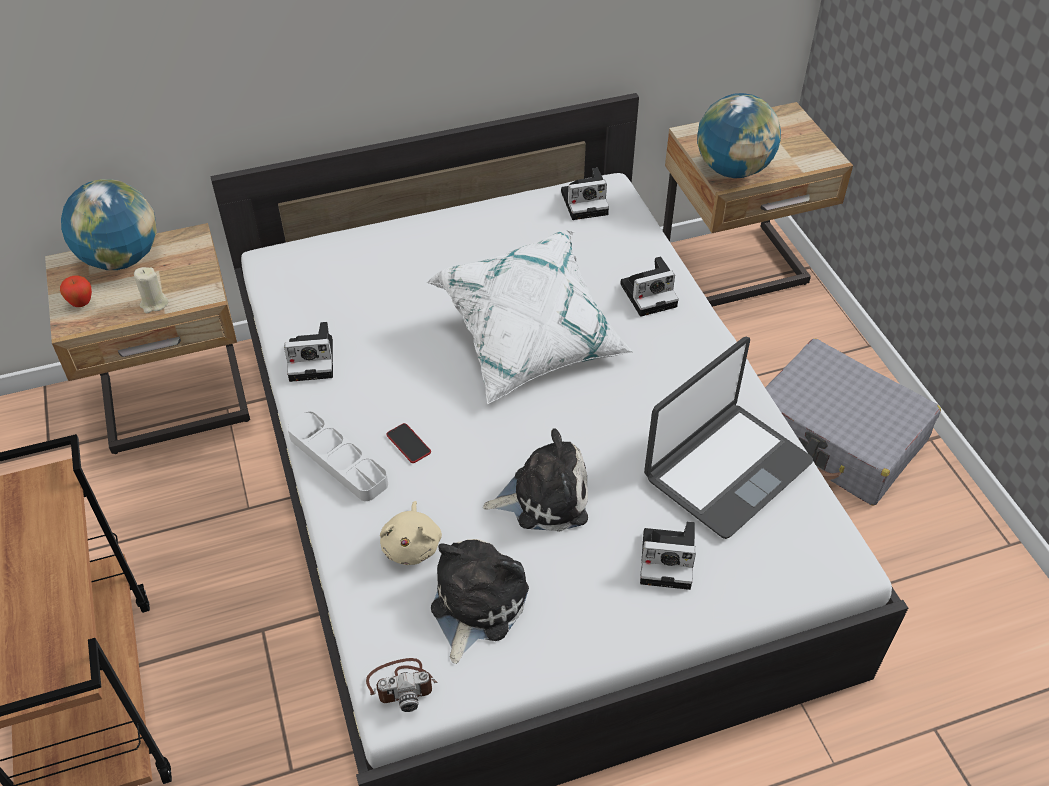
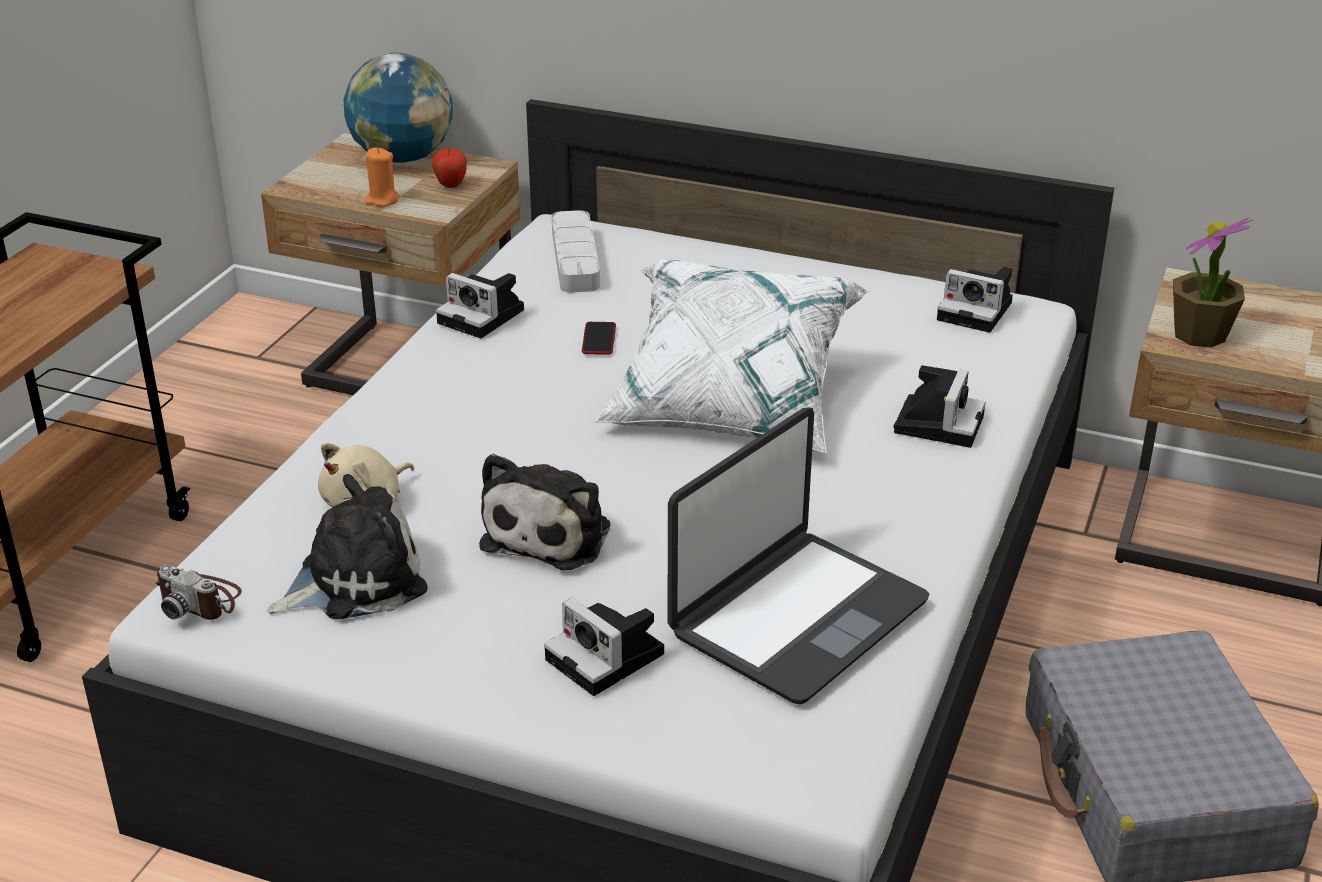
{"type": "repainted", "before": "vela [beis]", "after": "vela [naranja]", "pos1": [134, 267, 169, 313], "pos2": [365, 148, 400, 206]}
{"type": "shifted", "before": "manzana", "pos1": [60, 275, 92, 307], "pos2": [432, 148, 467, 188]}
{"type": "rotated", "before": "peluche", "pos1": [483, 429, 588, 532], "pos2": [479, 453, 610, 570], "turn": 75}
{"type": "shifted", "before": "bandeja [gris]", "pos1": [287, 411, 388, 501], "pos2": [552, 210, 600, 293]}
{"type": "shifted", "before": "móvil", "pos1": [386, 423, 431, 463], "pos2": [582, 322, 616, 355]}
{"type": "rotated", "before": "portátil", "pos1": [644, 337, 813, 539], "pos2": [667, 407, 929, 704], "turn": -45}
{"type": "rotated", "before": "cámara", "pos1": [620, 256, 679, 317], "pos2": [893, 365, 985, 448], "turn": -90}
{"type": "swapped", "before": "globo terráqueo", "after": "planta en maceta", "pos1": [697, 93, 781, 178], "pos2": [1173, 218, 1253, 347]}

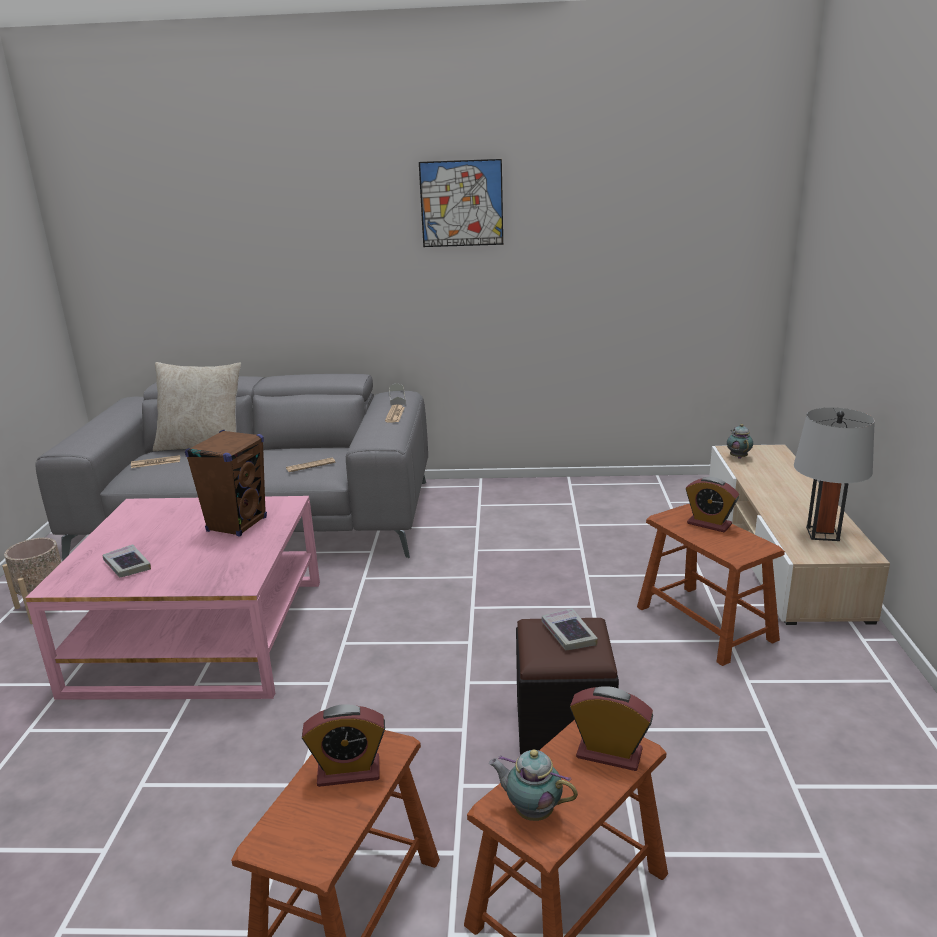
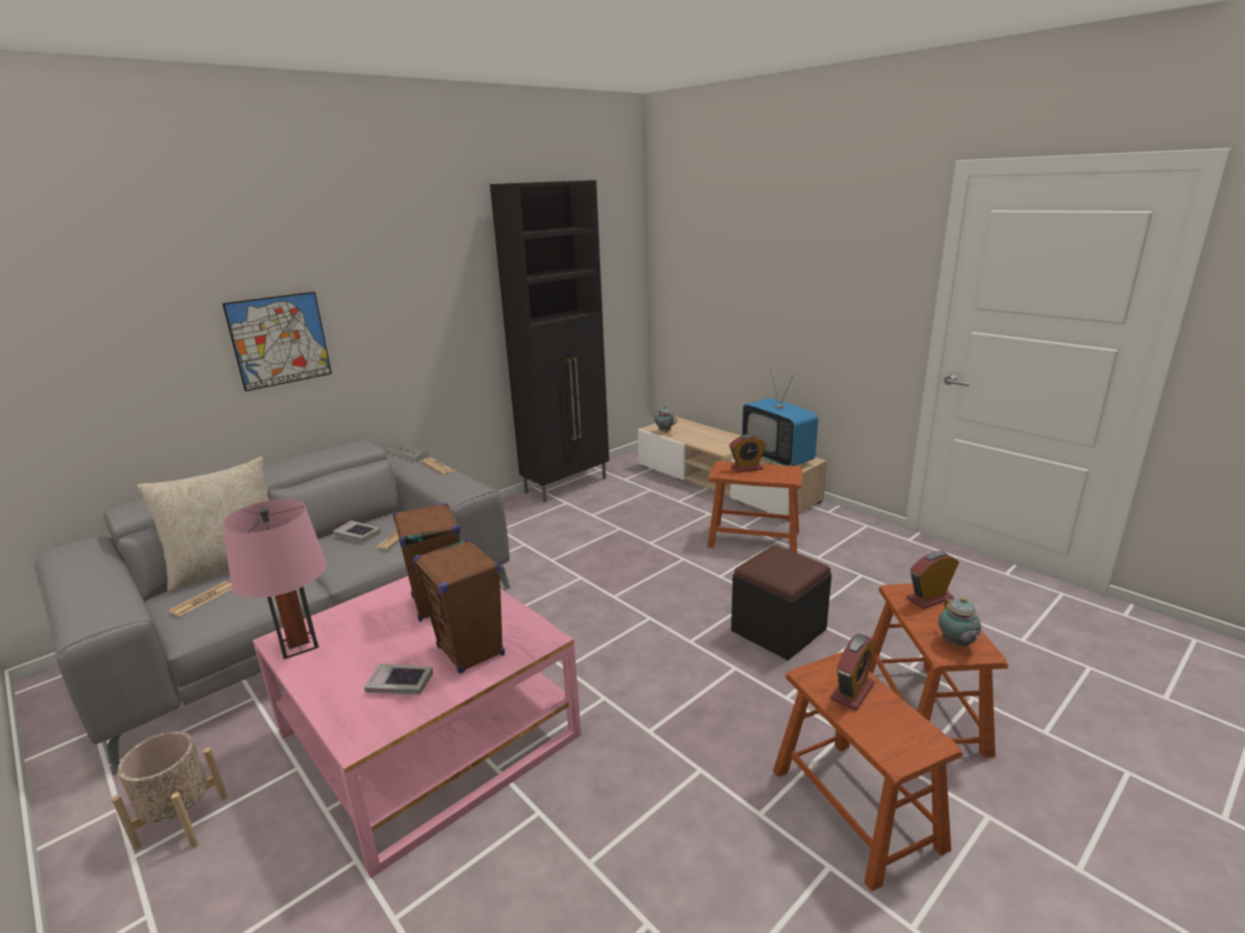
{"type": "shifted", "before": "cuadro", "pos1": [419, 159, 503, 247], "pos2": [222, 292, 332, 392]}
{"type": "new", "after": "lámpara de mesa [rosa]", "pos2": [222, 499, 327, 659]}
{"type": "shifted", "before": "libro", "pos1": [541, 608, 598, 650], "pos2": [333, 520, 381, 542]}
{"type": "new", "after": "altavoz [marrón]", "pos2": [413, 539, 505, 674]}
{"type": "new", "after": "armario [negro]", "pos2": [490, 180, 609, 503]}
{"type": "swapped", "before": "lámpara de mesa [gris]", "after": "televisor", "pos1": [794, 408, 875, 541], "pos2": [742, 369, 818, 466]}
{"type": "rotated", "before": "tetera", "pos1": [489, 750, 578, 821], "pos2": [938, 596, 981, 646], "turn": -75}

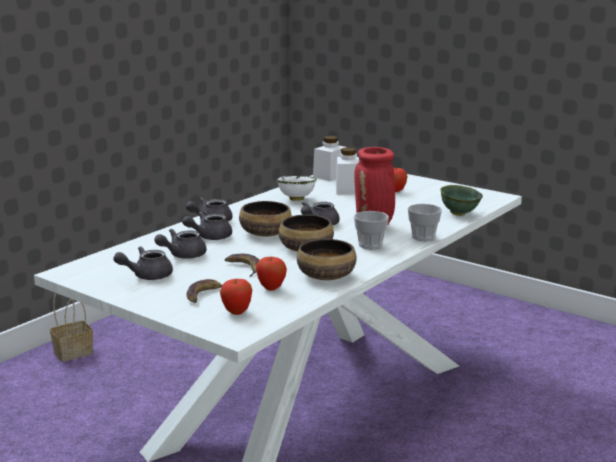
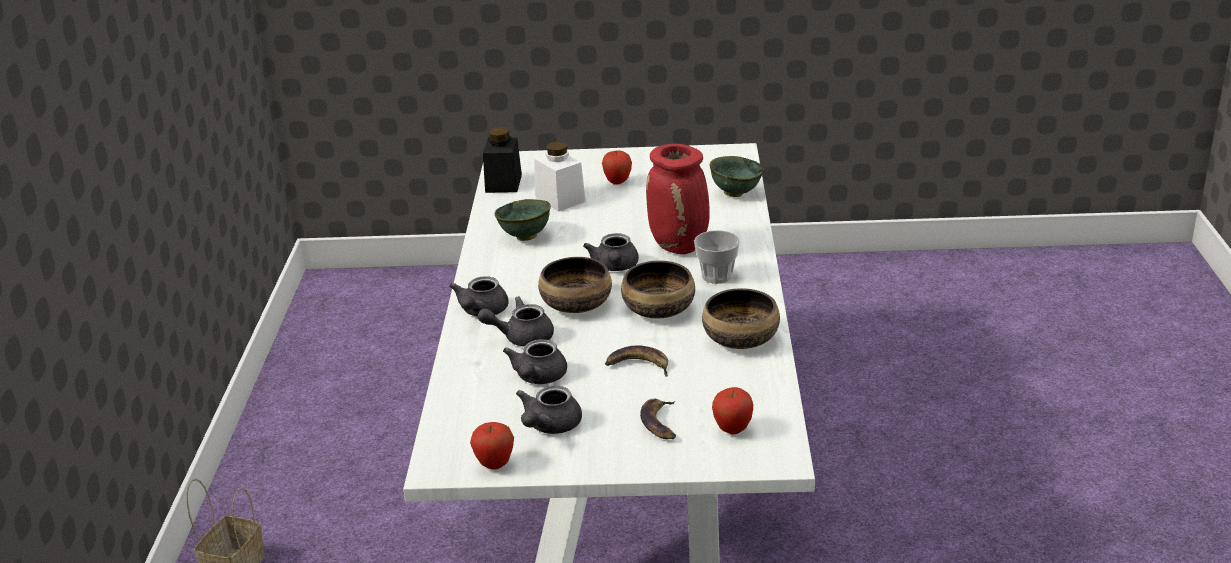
{"type": "shifted", "before": "manzana", "pos1": [256, 257, 287, 291], "pos2": [470, 422, 514, 470]}
{"type": "rotated", "before": "tetera [gris]", "pos1": [182, 212, 232, 240], "pos2": [477, 296, 554, 347], "turn": 60}
{"type": "repainted", "before": "tarro [blanco]", "after": "tarro [negro]", "pos1": [313, 136, 347, 181], "pos2": [483, 127, 522, 193]}
{"type": "repainted", "before": "cuenco [blanco]", "after": "cuenco [verde]", "pos1": [276, 176, 317, 201], "pos2": [495, 199, 551, 241]}
{"type": "gone", "before": "taza", "pos1": [408, 204, 442, 241]}

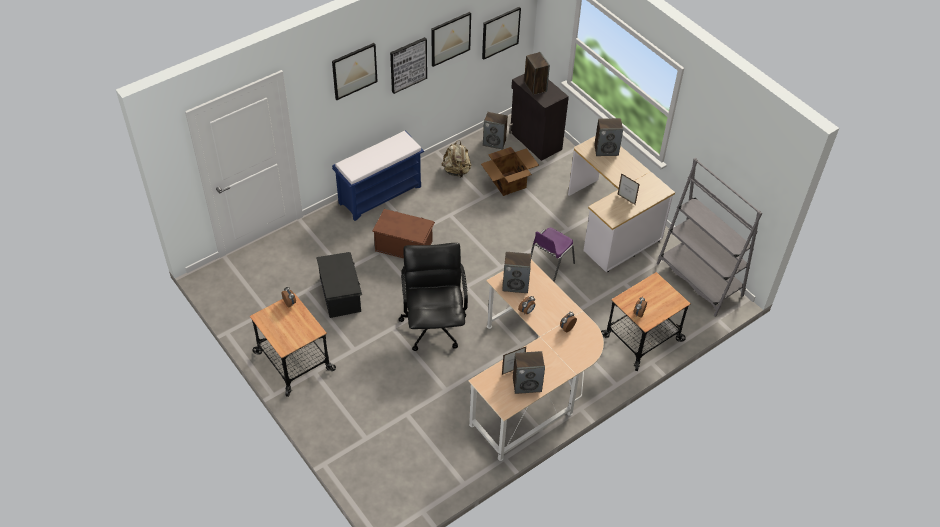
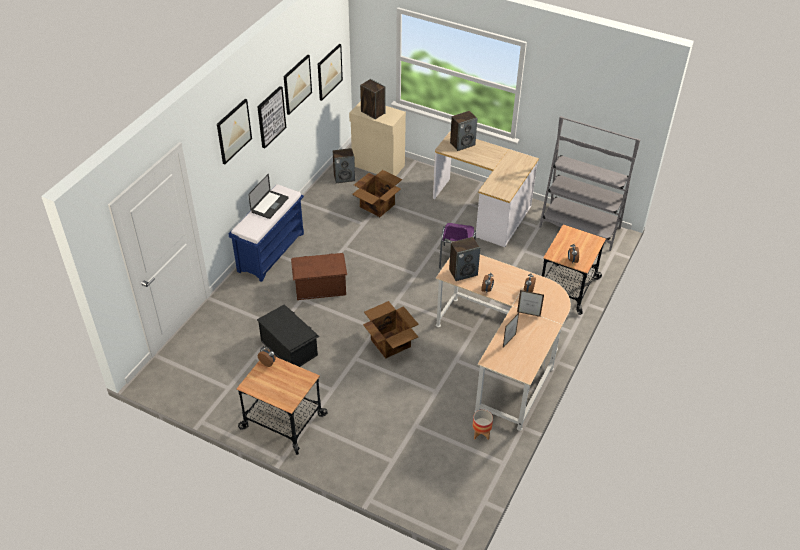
{"type": "new", "after": "portátil", "pos2": [248, 174, 289, 219]}
{"type": "repainted", "before": "armario [negro]", "after": "armario [beis]", "pos1": [509, 74, 569, 161], "pos2": [349, 101, 406, 176]}
{"type": "swapped", "before": "silla de oficina [negro]", "after": "caja de cartón", "pos1": [398, 243, 468, 351], "pos2": [363, 301, 419, 359]}
{"type": "new", "after": "maceta", "pos2": [473, 410, 493, 440]}
{"type": "shifted", "before": "portarretratos", "pos1": [618, 173, 640, 205], "pos2": [517, 290, 544, 317]}
{"type": "gone", "before": "mochila [beis]", "pos1": [441, 140, 471, 178]}
{"type": "gone", "before": "altavoz", "pos1": [513, 351, 545, 394]}

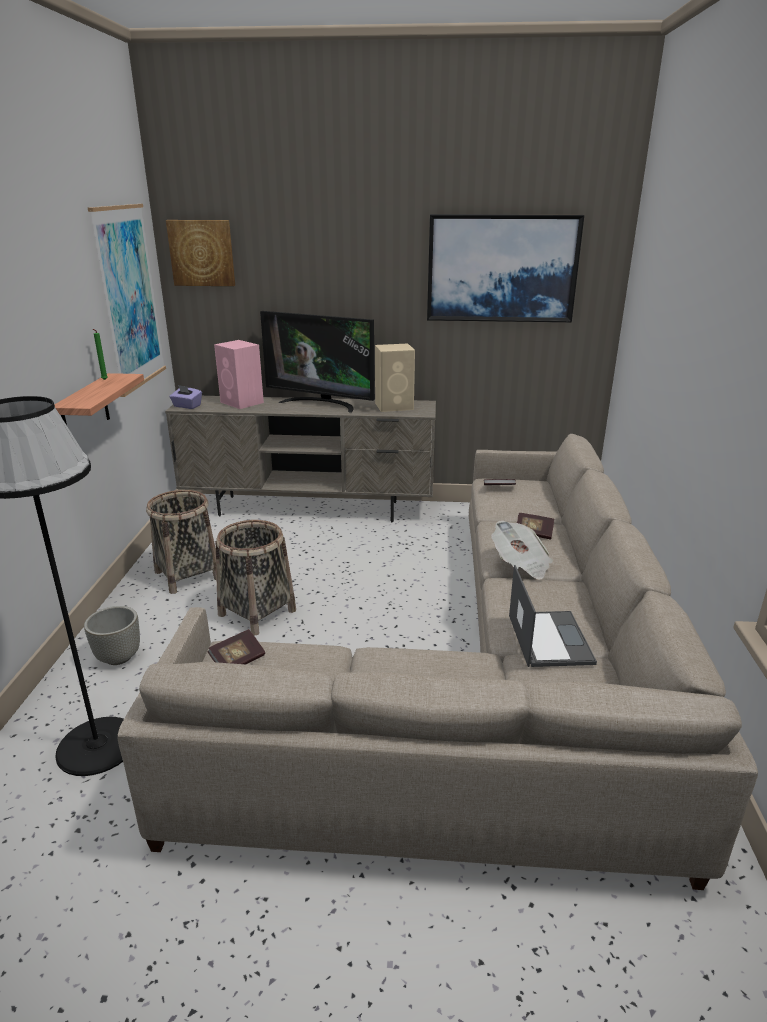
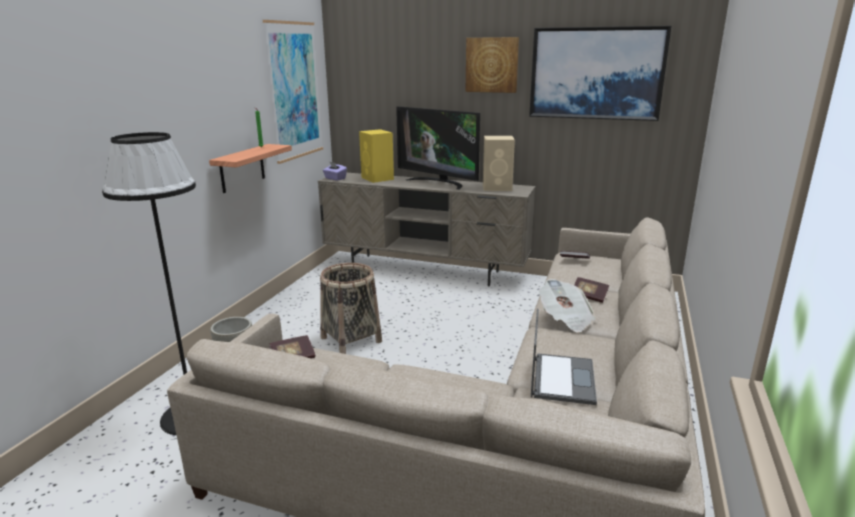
{"type": "repainted", "before": "altavoz [rosa]", "after": "altavoz [amarillo]", "pos1": [214, 340, 264, 409], "pos2": [359, 129, 394, 183]}
{"type": "shifted", "before": "cuadro", "pos1": [166, 220, 235, 286], "pos2": [466, 37, 519, 93]}
{"type": "gone", "before": "cesta", "pos1": [146, 490, 217, 594]}

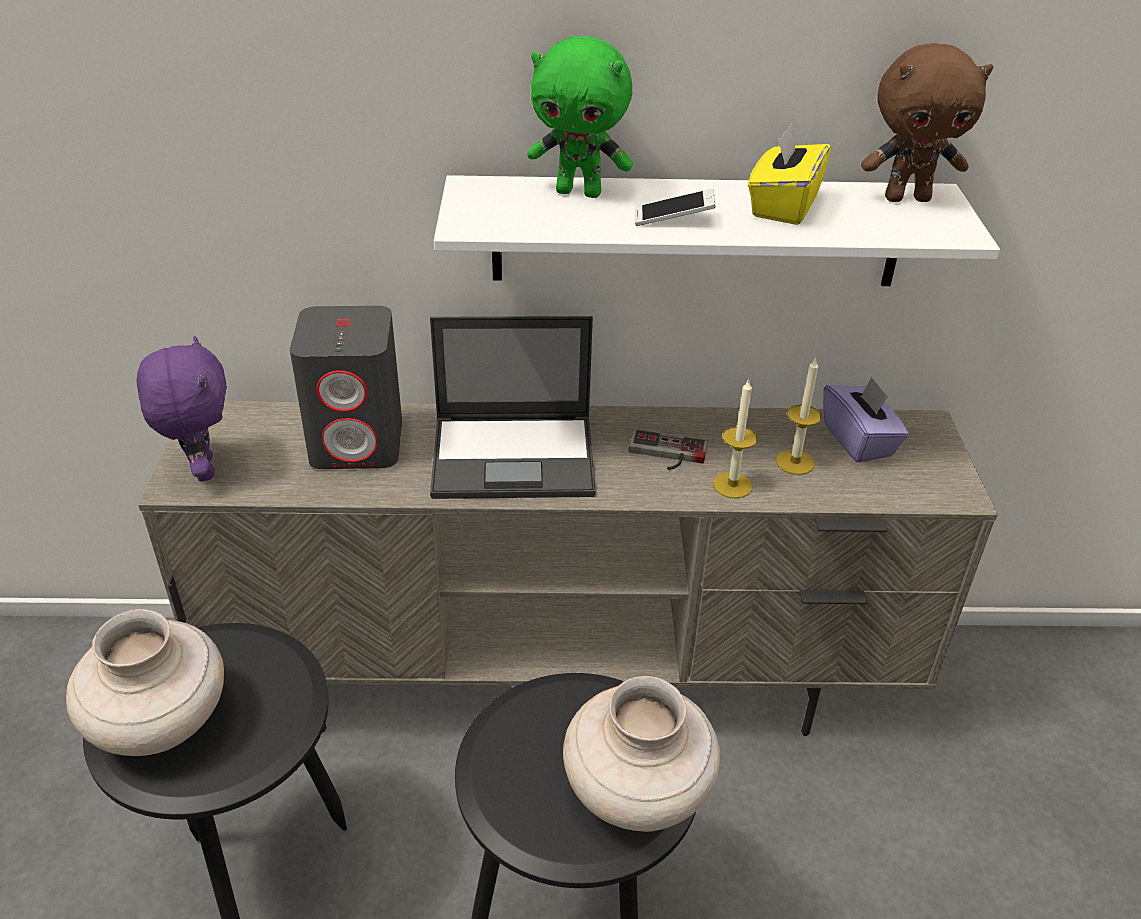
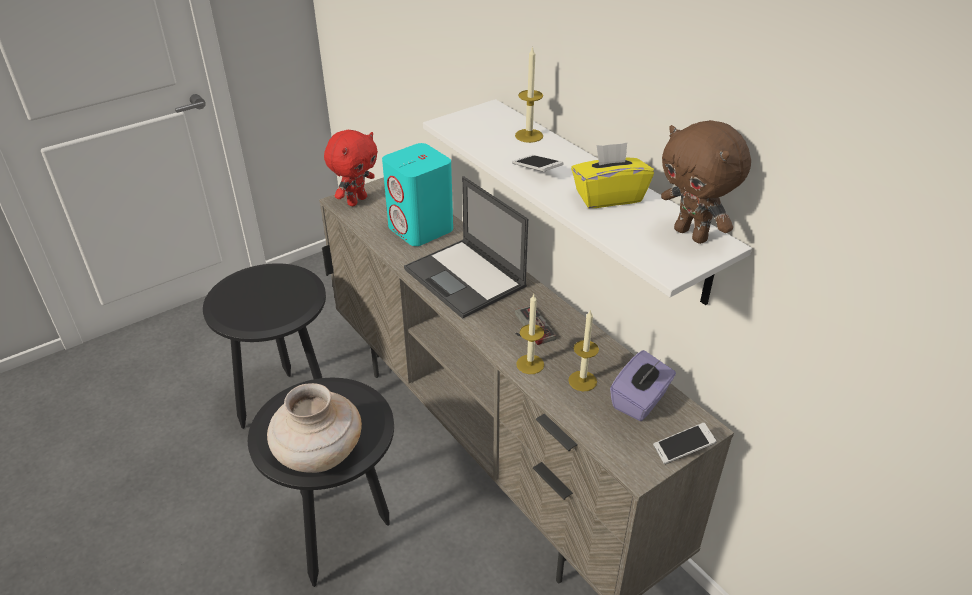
{"type": "repainted", "before": "peluche [morado]", "after": "peluche [rojo]", "pos1": [136, 336, 227, 482], "pos2": [324, 130, 378, 206]}
{"type": "repainted", "before": "altavoz [gris]", "after": "altavoz [turquesa]", "pos1": [290, 306, 402, 469], "pos2": [382, 143, 453, 246]}
{"type": "swapped", "before": "peluche [verde]", "after": "vela", "pos1": [527, 36, 633, 198], "pos2": [515, 46, 543, 143]}
{"type": "new", "after": "móvil", "pos2": [653, 423, 716, 464]}
{"type": "gone", "before": "florero [beis]", "pos1": [66, 609, 224, 756]}

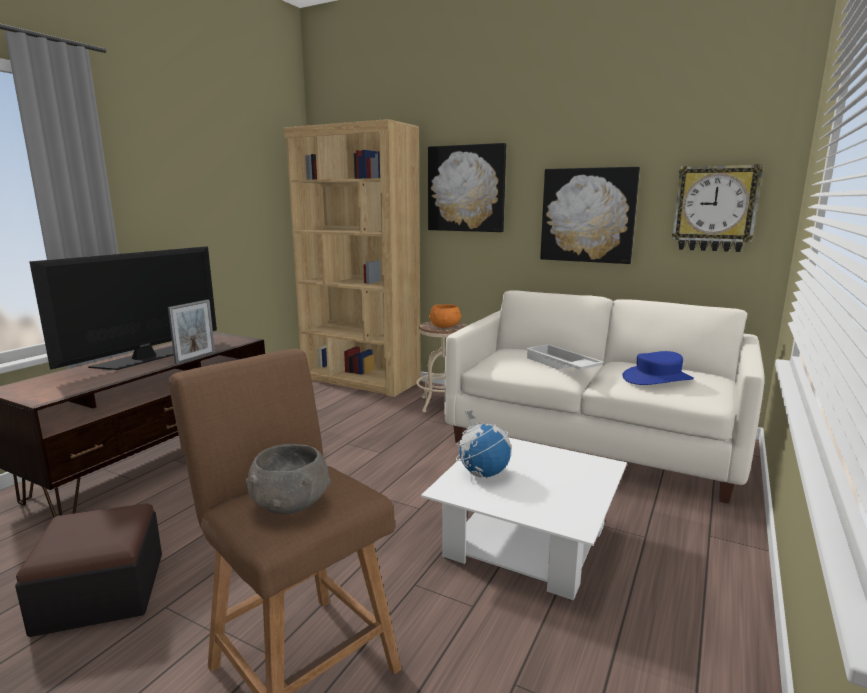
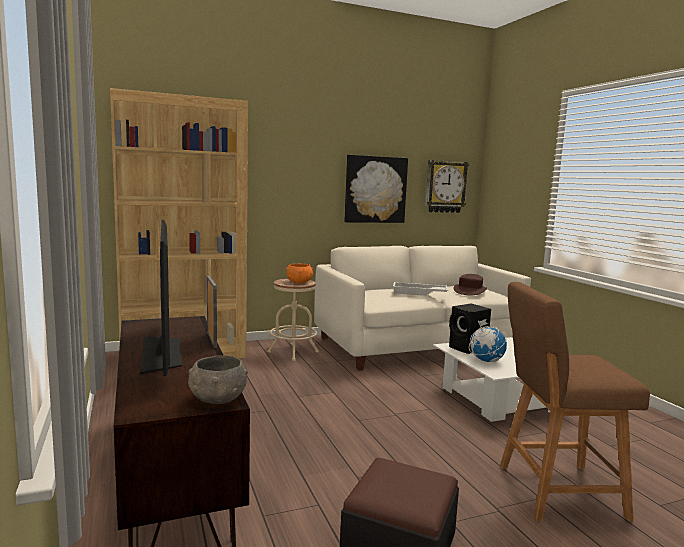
{"type": "shifted", "before": "cuenco [gris]", "pos1": [246, 444, 331, 514], "pos2": [188, 355, 248, 404]}
{"type": "new", "after": "altavoz [negro]", "pos2": [449, 303, 491, 354]}
{"type": "repainted", "before": "sombrero [azul]", "after": "sombrero [marrón]", "pos1": [623, 351, 694, 385], "pos2": [453, 274, 487, 295]}
{"type": "gone", "before": "cuadro", "pos1": [428, 143, 506, 232]}

